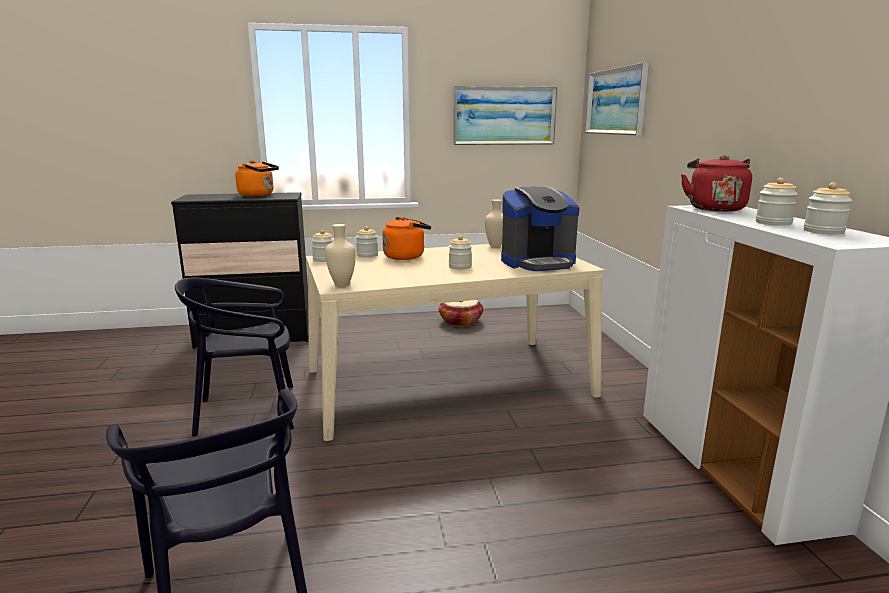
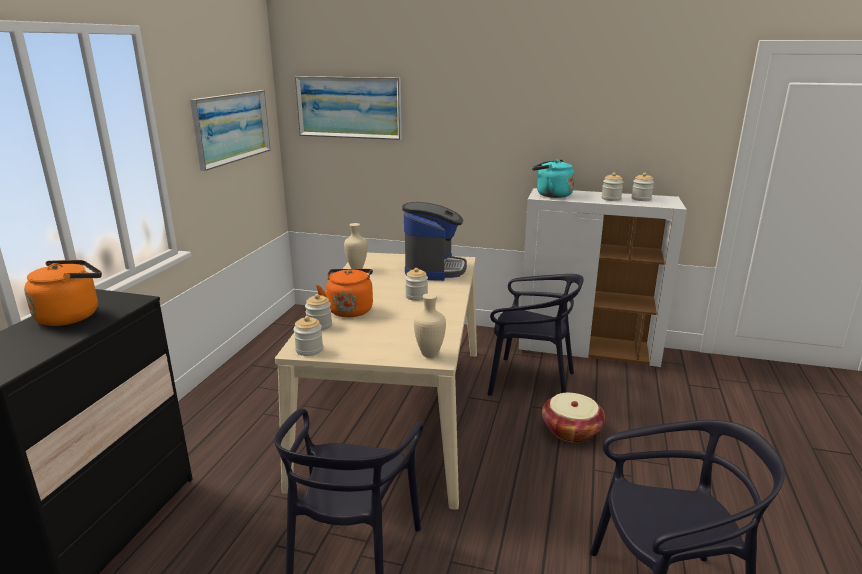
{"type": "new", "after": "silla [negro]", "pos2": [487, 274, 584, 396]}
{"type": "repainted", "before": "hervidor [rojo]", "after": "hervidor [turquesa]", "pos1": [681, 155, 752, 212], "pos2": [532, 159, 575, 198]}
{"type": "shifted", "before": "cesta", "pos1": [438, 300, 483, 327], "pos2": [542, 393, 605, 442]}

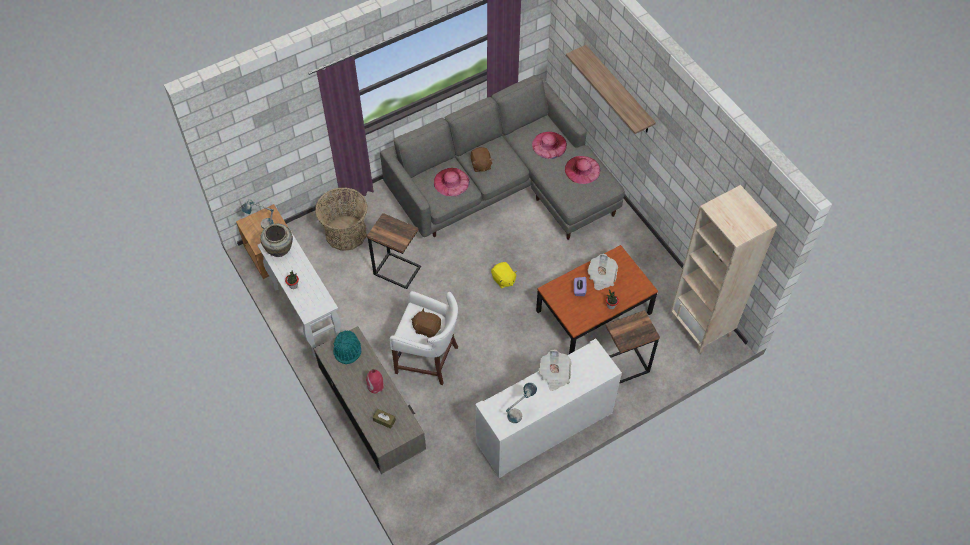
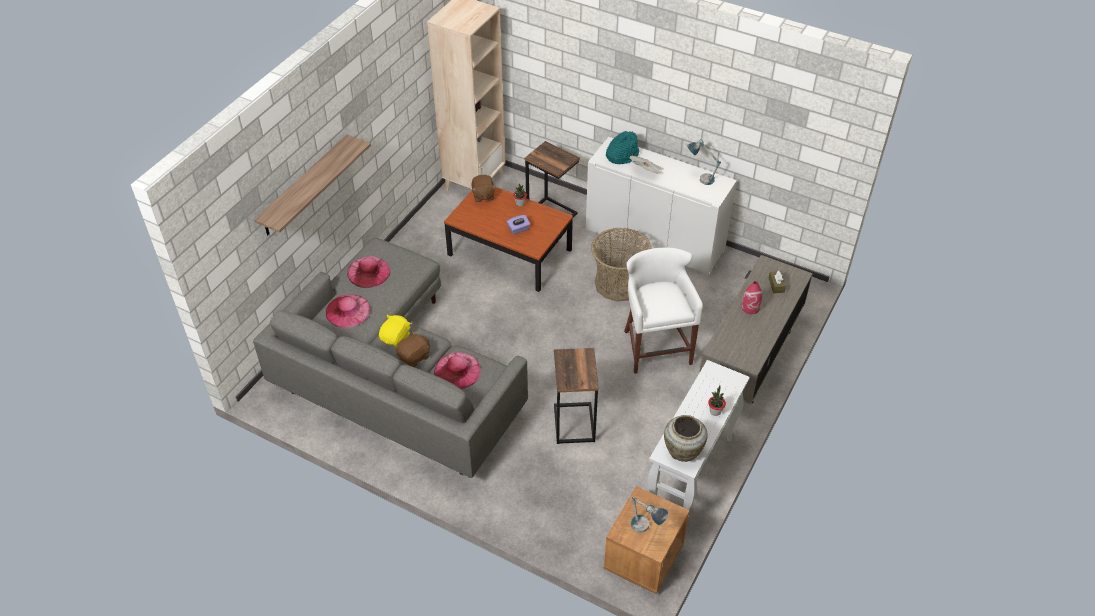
{"type": "shifted", "before": "peluche [amarillo]", "pos1": [491, 262, 517, 289], "pos2": [379, 314, 411, 347]}
{"type": "shifted", "before": "peluche [marrón]", "pos1": [411, 308, 441, 338], "pos2": [472, 175, 496, 202]}
{"type": "shifted", "before": "cesta", "pos1": [315, 187, 368, 251], "pos2": [591, 227, 652, 302]}
{"type": "shifted", "before": "sombrero [turquesa]", "pos1": [333, 330, 361, 364], "pos2": [606, 131, 639, 164]}
{"type": "gone", "before": "periódico", "pos1": [587, 254, 618, 290]}

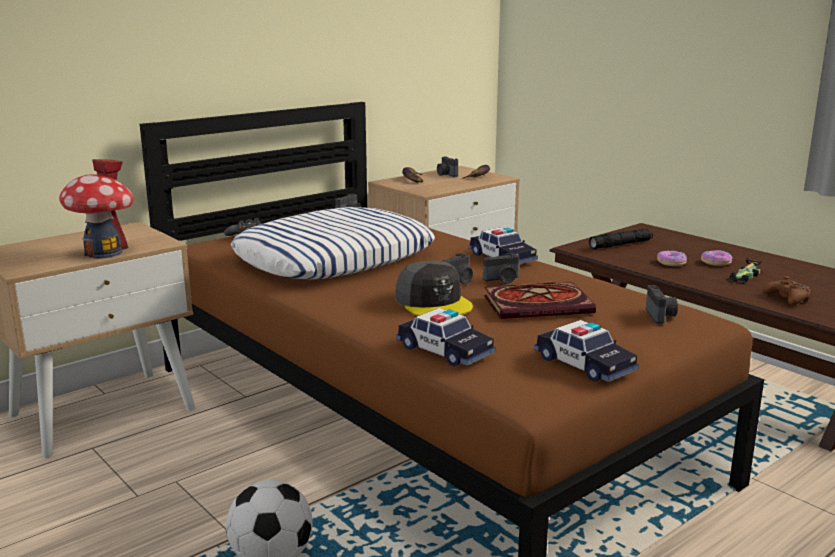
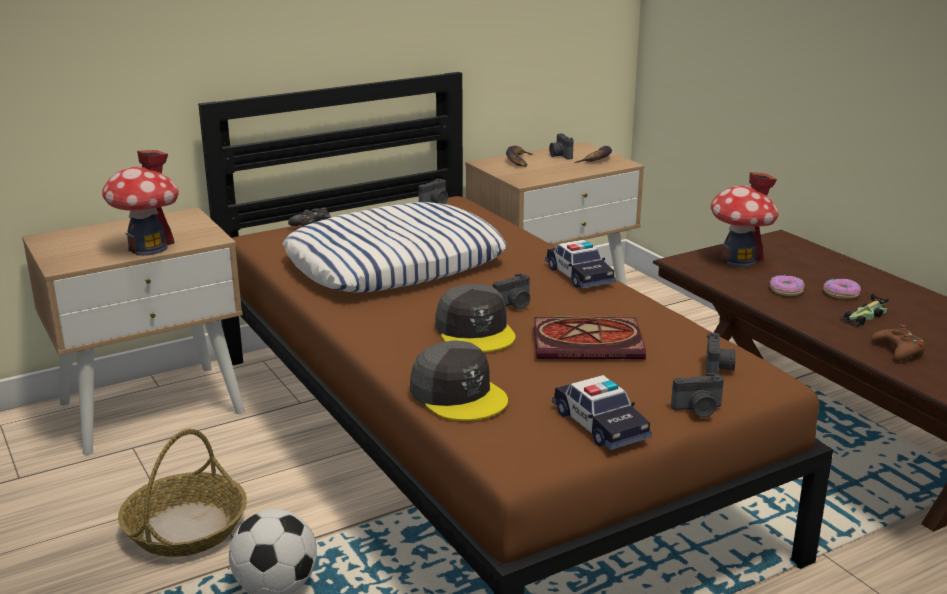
{"type": "new", "after": "cesta", "pos2": [118, 429, 247, 557]}
{"type": "swapped", "before": "coche de juguete", "after": "gorra [gris]", "pos1": [396, 308, 495, 366], "pos2": [410, 340, 508, 421]}
{"type": "shifted", "before": "cámara", "pos1": [483, 253, 519, 284], "pos2": [671, 373, 724, 417]}
{"type": "swapped", "before": "linterna [negro]", "after": "casita", "pos1": [589, 229, 653, 249], "pos2": [711, 172, 778, 267]}

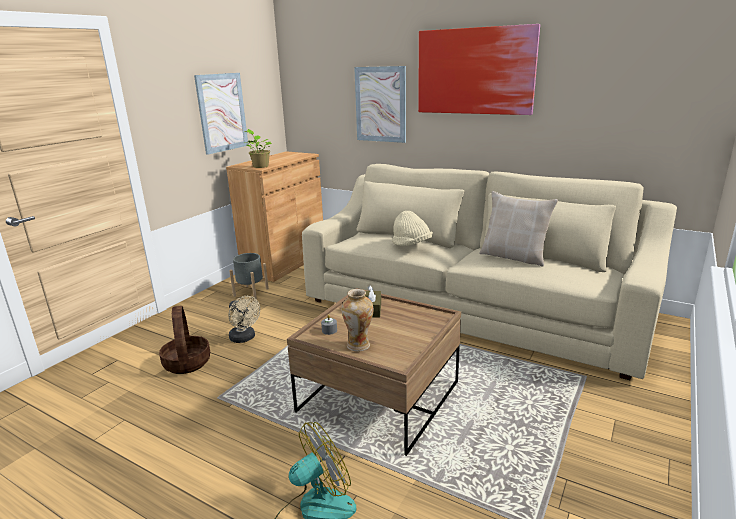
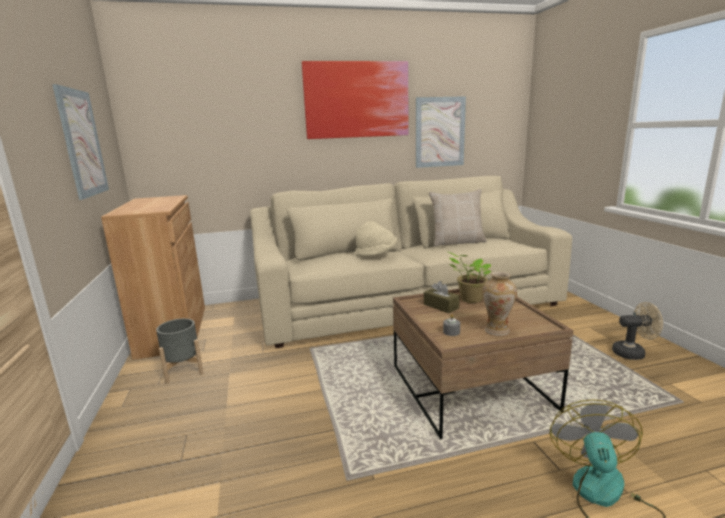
{"type": "shifted", "before": "cuadro", "pos1": [354, 66, 406, 143], "pos2": [416, 96, 466, 168]}
{"type": "shifted", "before": "planta en maceta", "pos1": [245, 129, 272, 168], "pos2": [448, 252, 491, 303]}
{"type": "shifted", "before": "ventilador [beis]", "pos1": [228, 296, 260, 343], "pos2": [612, 302, 663, 360]}
{"type": "gone", "before": "cesta", "pos1": [159, 306, 210, 374]}

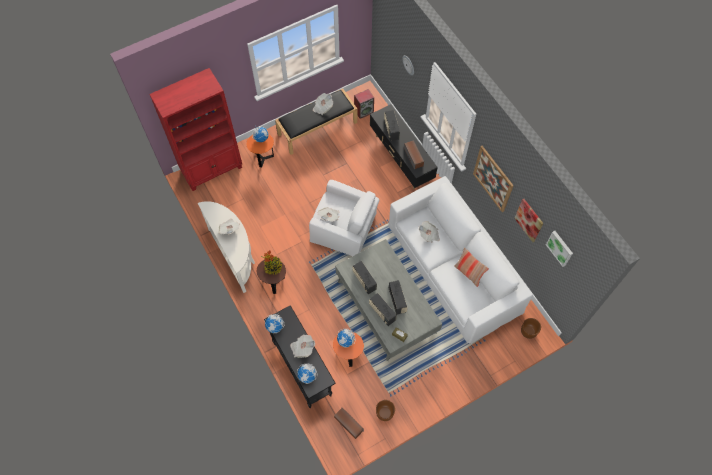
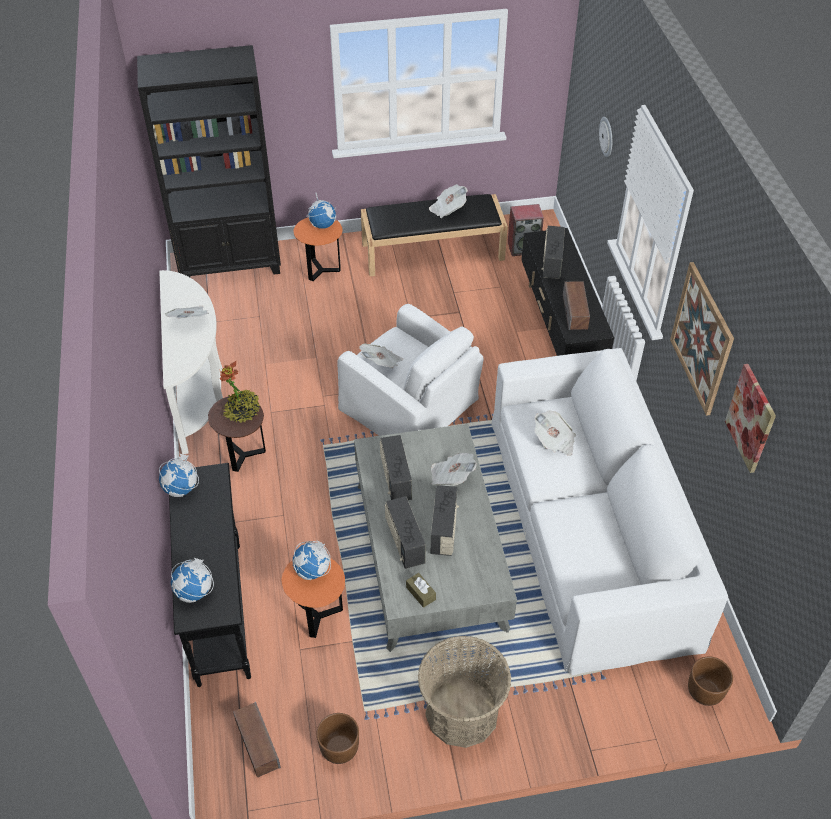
{"type": "repainted", "before": "estantería [rojo]", "after": "estantería [negro]", "pos1": [149, 68, 242, 191], "pos2": [137, 45, 281, 277]}
{"type": "new", "after": "cesta", "pos2": [418, 636, 511, 748]}
{"type": "shifted", "before": "periódico", "pos1": [290, 334, 315, 358], "pos2": [431, 453, 477, 486]}
{"type": "gone", "before": "cojín", "pos1": [454, 248, 489, 287]}
{"type": "gone", "before": "cuadro", "pos1": [546, 231, 573, 267]}

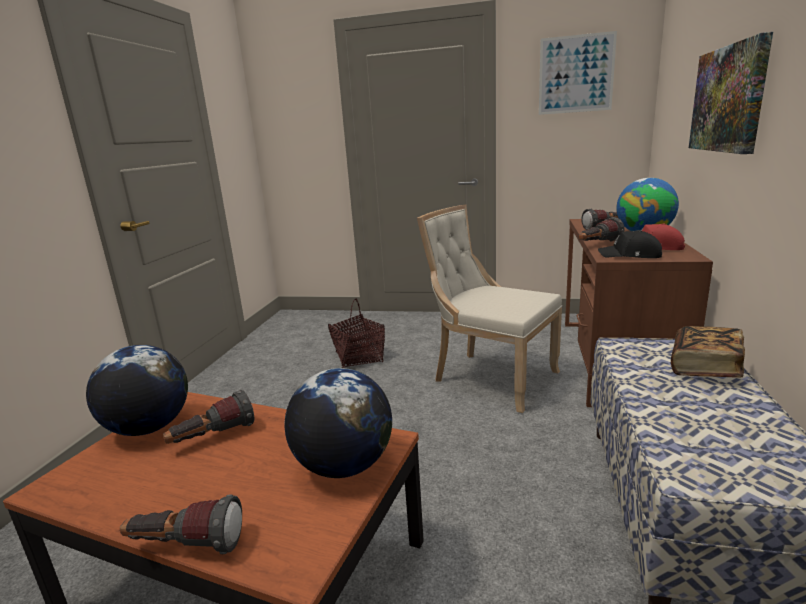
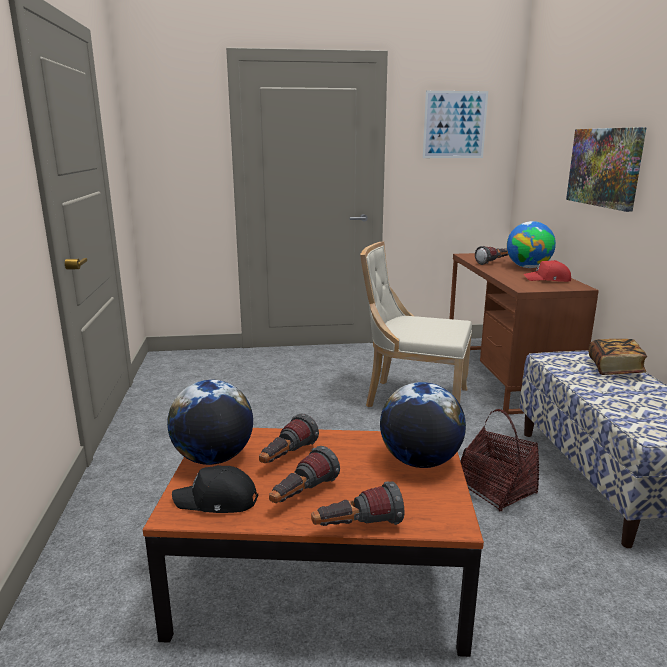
{"type": "shifted", "before": "gorra [negro]", "pos1": [598, 230, 662, 258], "pos2": [172, 465, 258, 513]}
{"type": "shifted", "before": "linterna", "pos1": [579, 217, 625, 242], "pos2": [269, 446, 340, 503]}
{"type": "shifted", "before": "cesta", "pos1": [328, 298, 385, 368], "pos2": [460, 409, 539, 512]}

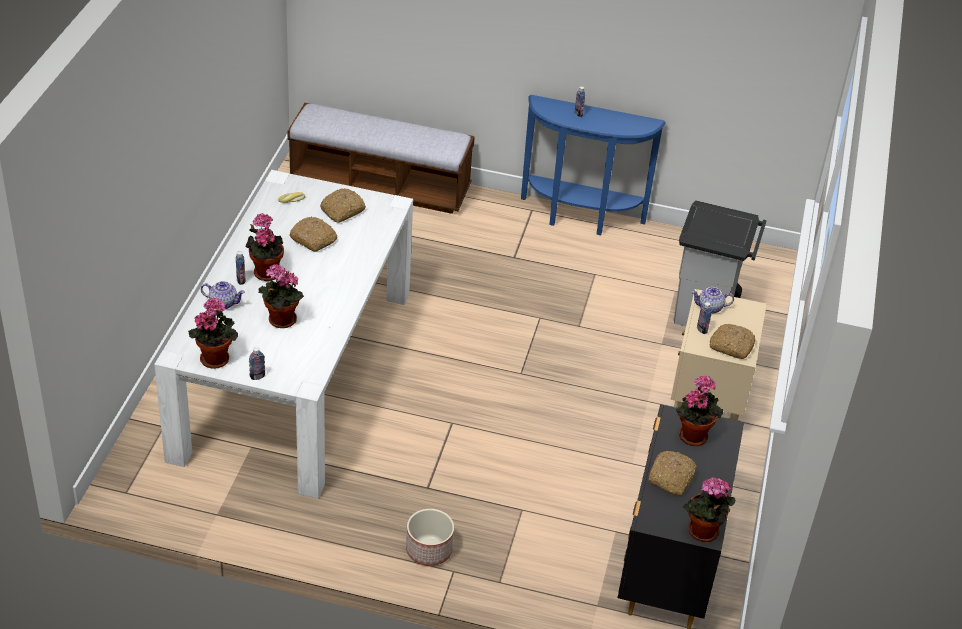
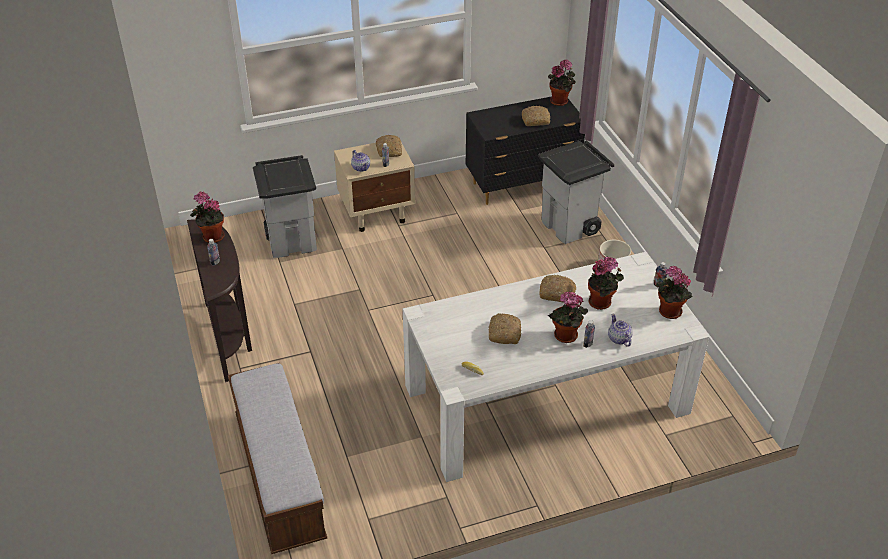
{"type": "repainted", "before": "mesa consola [azul]", "after": "mesa consola [marrón]", "pos1": [521, 95, 666, 235], "pos2": [187, 219, 252, 382]}
{"type": "shifted", "before": "planta en maceta", "pos1": [676, 375, 723, 446], "pos2": [190, 192, 224, 243]}
{"type": "new", "after": "papelera [gris]", "pos2": [538, 141, 614, 244]}
{"type": "shifted", "before": "pan", "pos1": [320, 188, 366, 223], "pos2": [539, 275, 577, 303]}

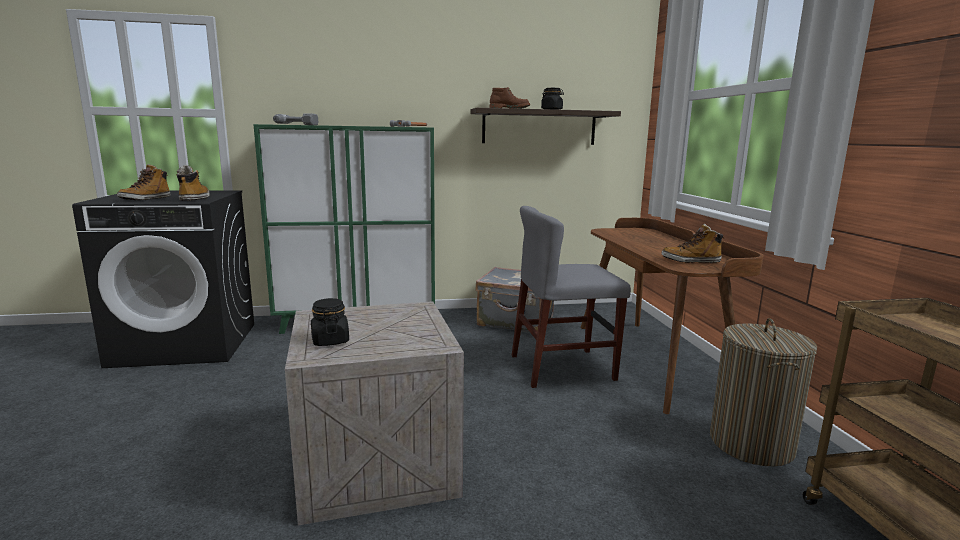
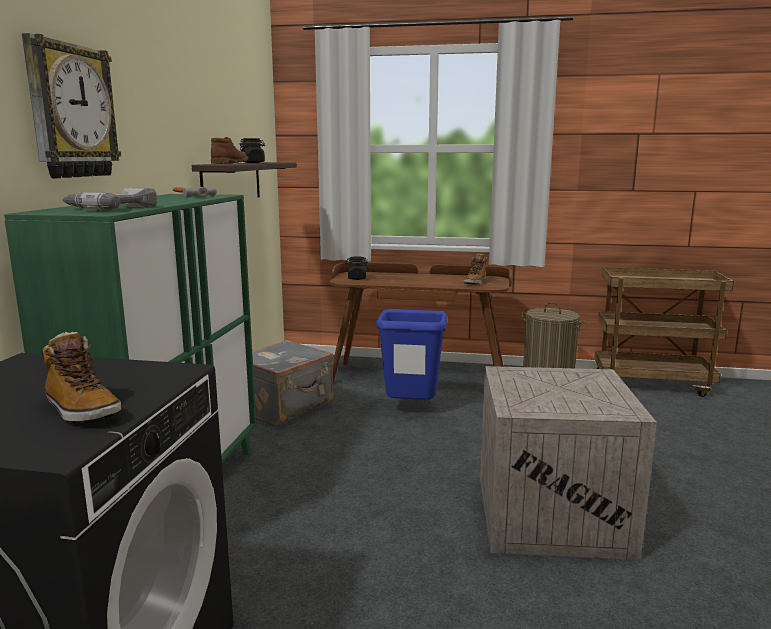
{"type": "new", "after": "reloj de pared", "pos2": [22, 33, 121, 178]}
{"type": "shifted", "before": "tarro [negro]", "pos1": [311, 298, 349, 346], "pos2": [345, 256, 369, 280]}
{"type": "swapped", "before": "silla [gris]", "after": "papelera [azul]", "pos1": [512, 206, 631, 388], "pos2": [376, 309, 447, 400]}
{"type": "gone", "before": "bota", "pos1": [176, 165, 210, 201]}

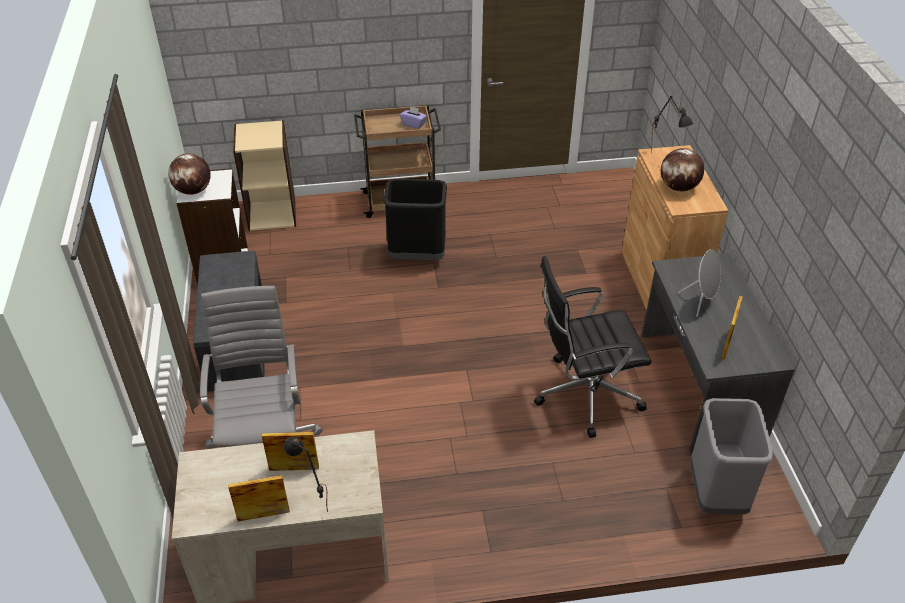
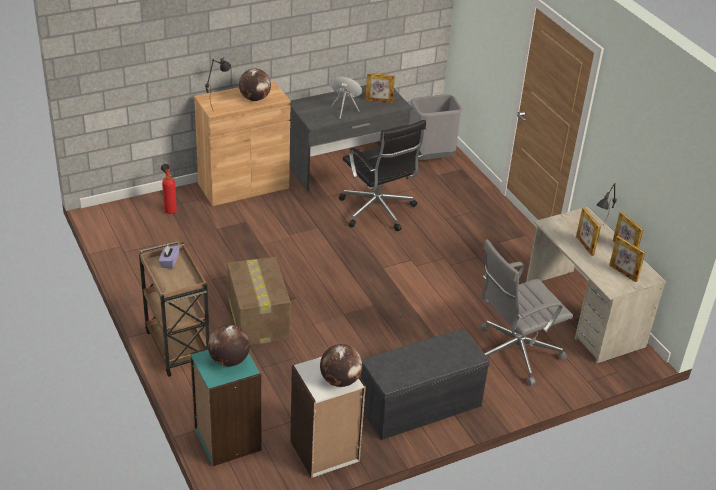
{"type": "new", "after": "extintor", "pos2": [161, 164, 177, 214]}
{"type": "repainted", "before": "estantería [beis]", "after": "estantería [turquesa]", "pos1": [233, 120, 296, 231], "pos2": [190, 348, 261, 466]}
{"type": "new", "after": "globo terráqueo", "pos2": [208, 324, 250, 367]}
{"type": "swapped", "before": "papelera [negro]", "after": "caja de cartón", "pos1": [383, 179, 447, 260], "pos2": [227, 257, 291, 345]}
{"type": "new", "after": "portarretratos", "pos2": [609, 236, 645, 282]}

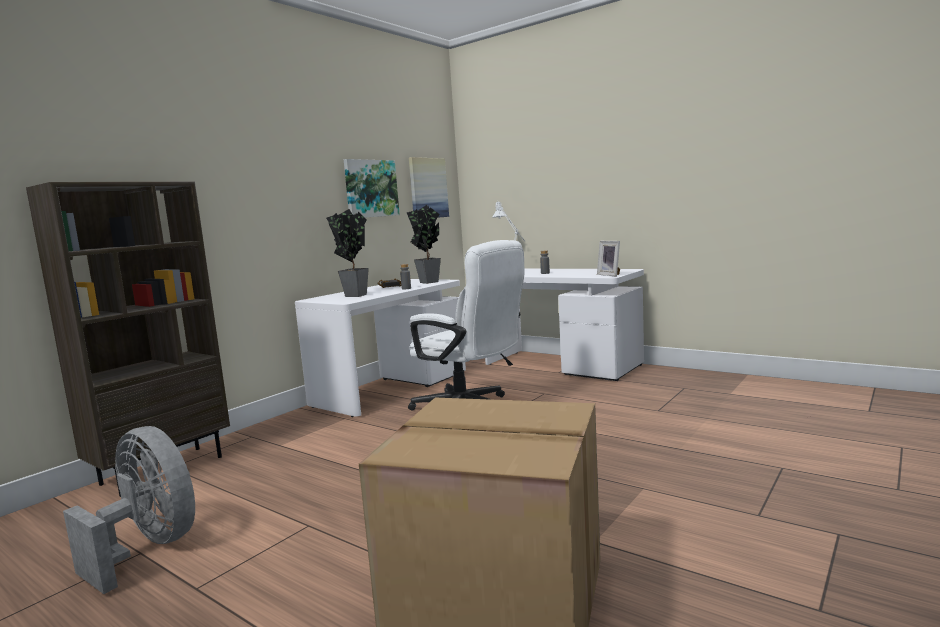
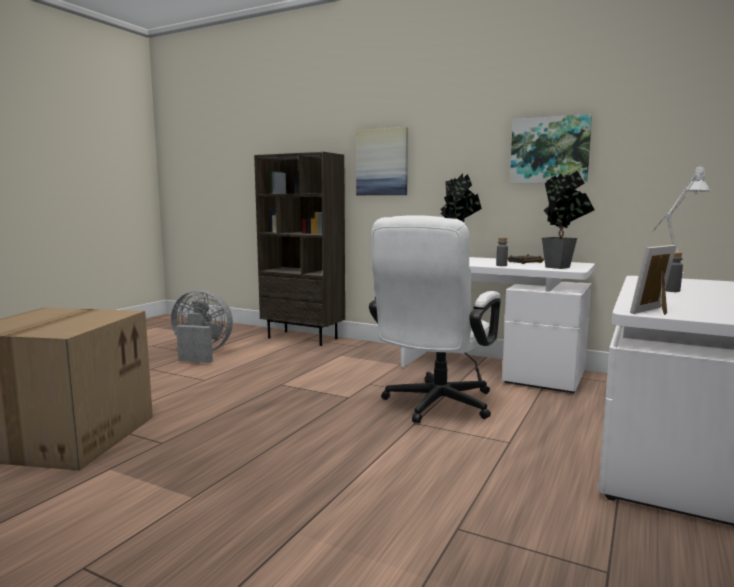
{"type": "rotated", "before": "ventilador [gris]", "pos1": [63, 426, 195, 594], "pos2": [171, 289, 233, 363], "turn": -105}
{"type": "shifted", "before": "cuadro", "pos1": [409, 157, 449, 218], "pos2": [356, 127, 408, 195]}

